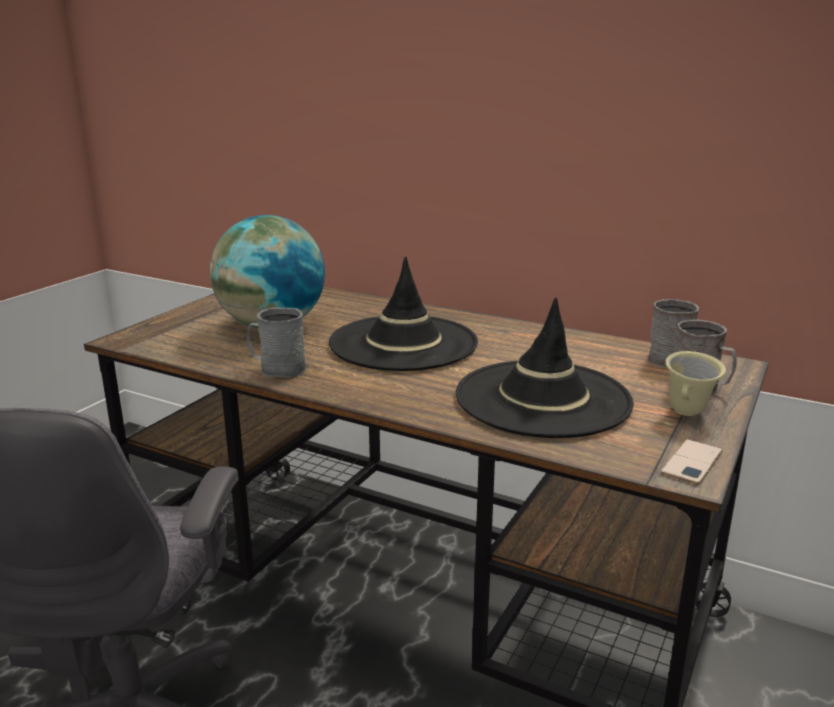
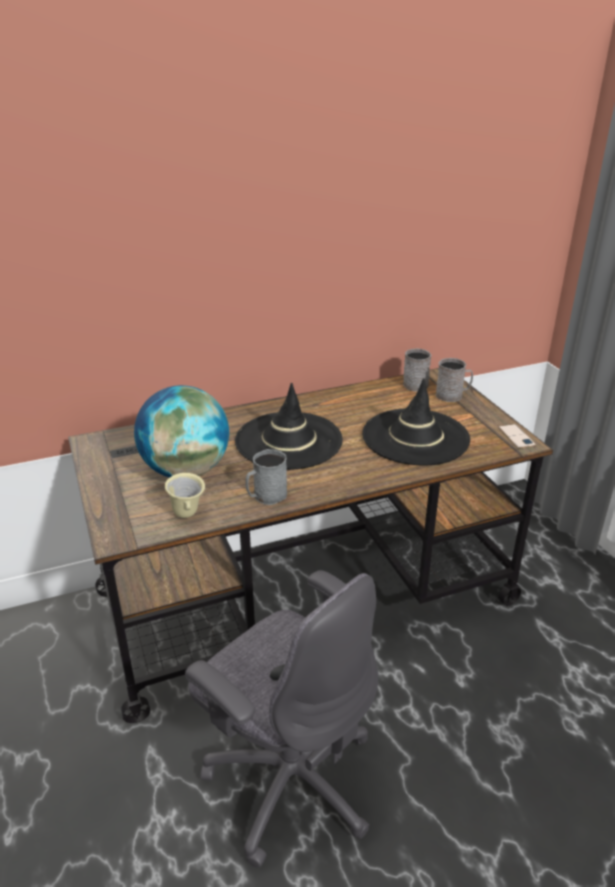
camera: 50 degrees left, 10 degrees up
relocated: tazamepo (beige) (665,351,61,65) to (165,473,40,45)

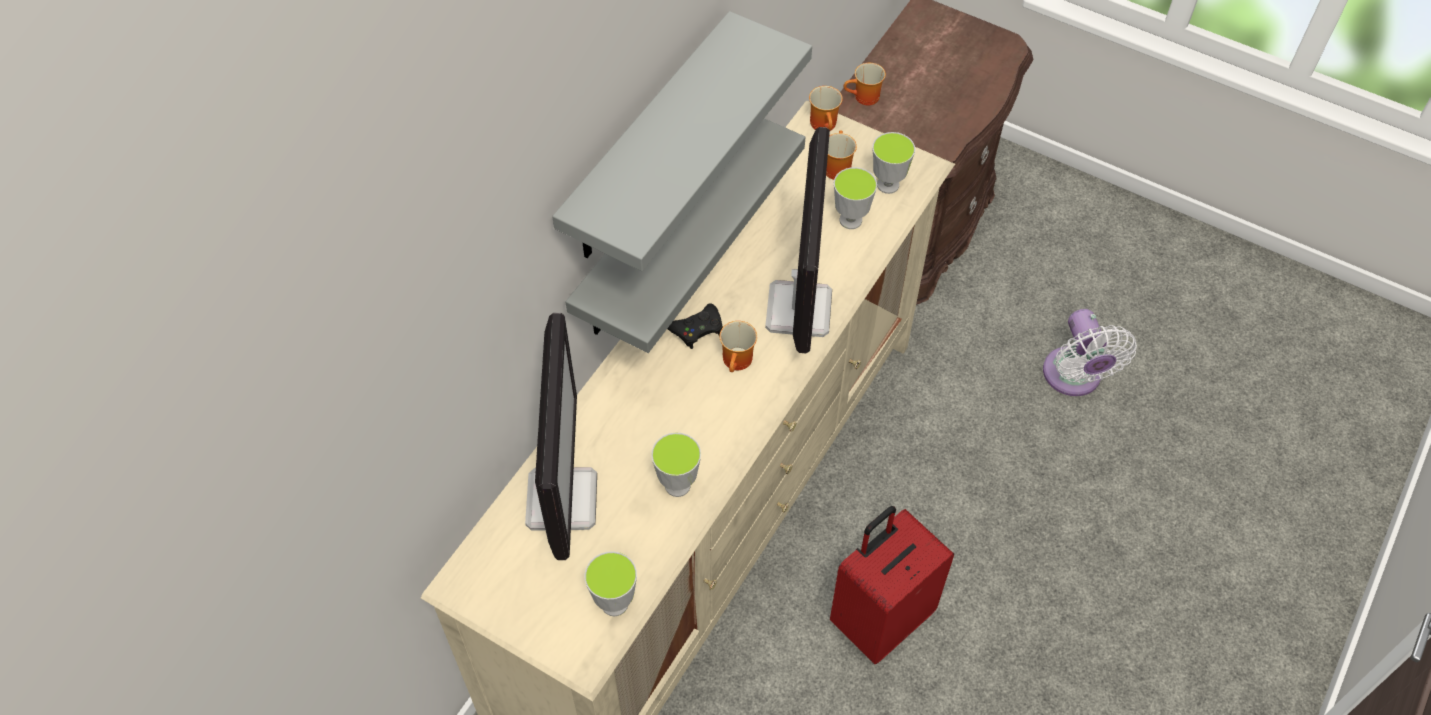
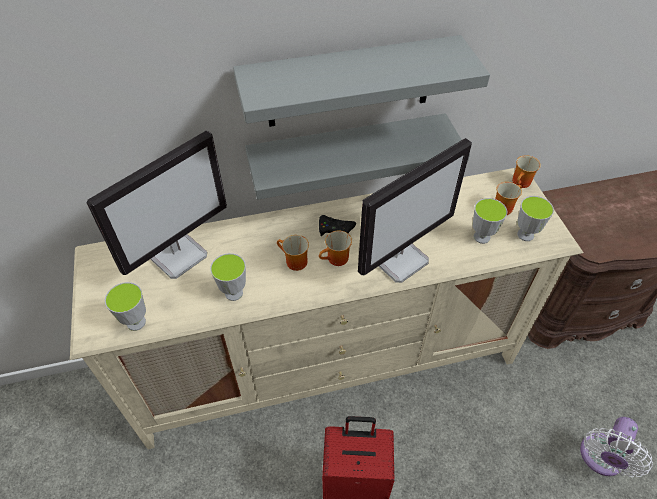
camera: 45 degrees right, 5 degrees down
relocated: tazamepo (844,63,42,43) to (277,235,32,36)

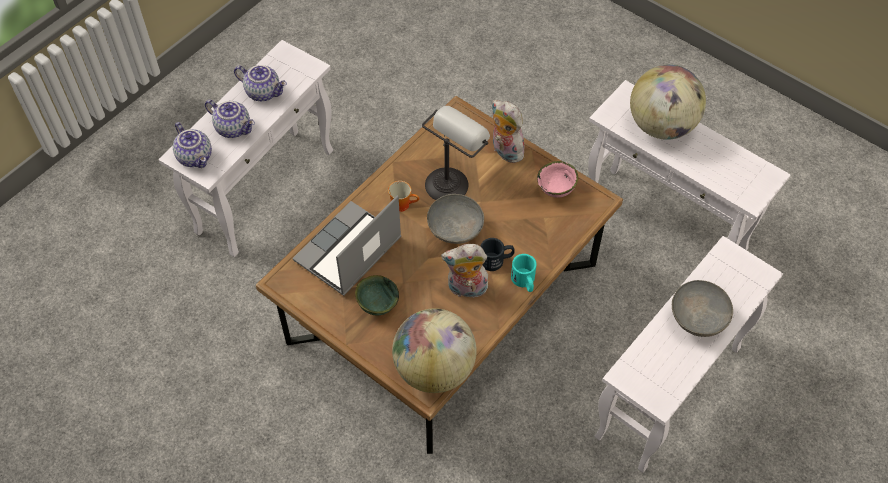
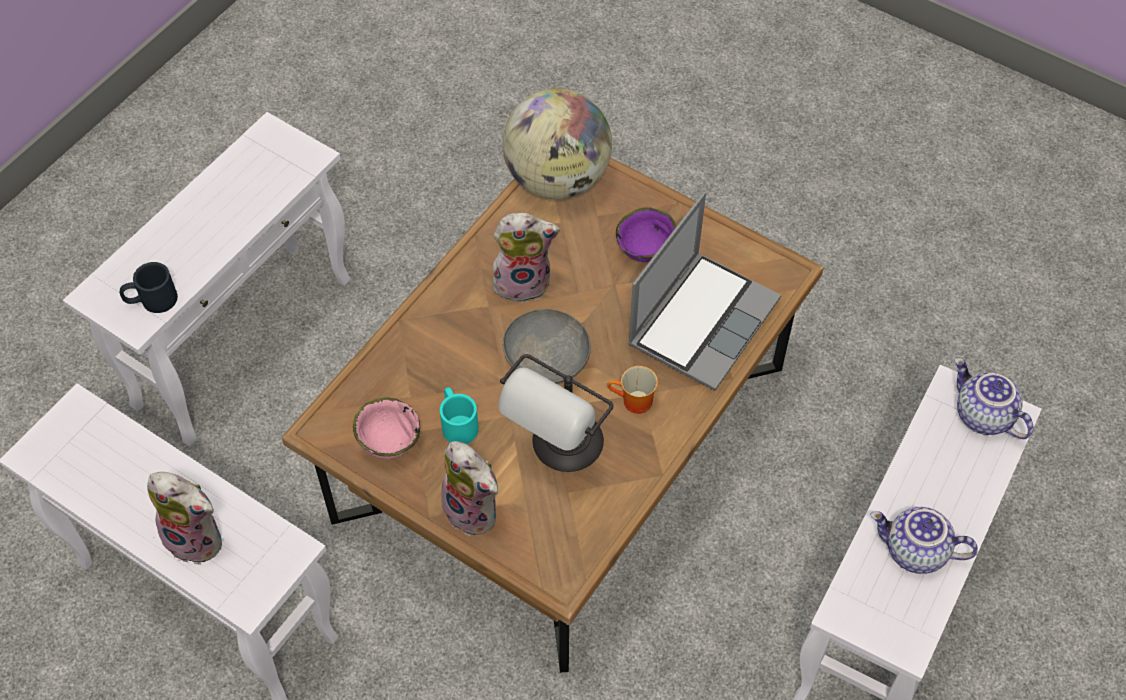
camera: 175 degrees right, 0 degrees up
missing: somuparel (205,100,50,38); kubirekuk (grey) (672,280,61,57)
relocated: tazamepo (black) (481,238,34,33) to (120,262,58,51); tazamepo (turquoise) (511,254,26,38) to (440,387,39,57)
exchanged: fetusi (630,65,76,75) to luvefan (147,472,75,93)
colour: kubirekuk (green) (355,275,44,41) to kubirekuk (purple) (616,207,61,55)

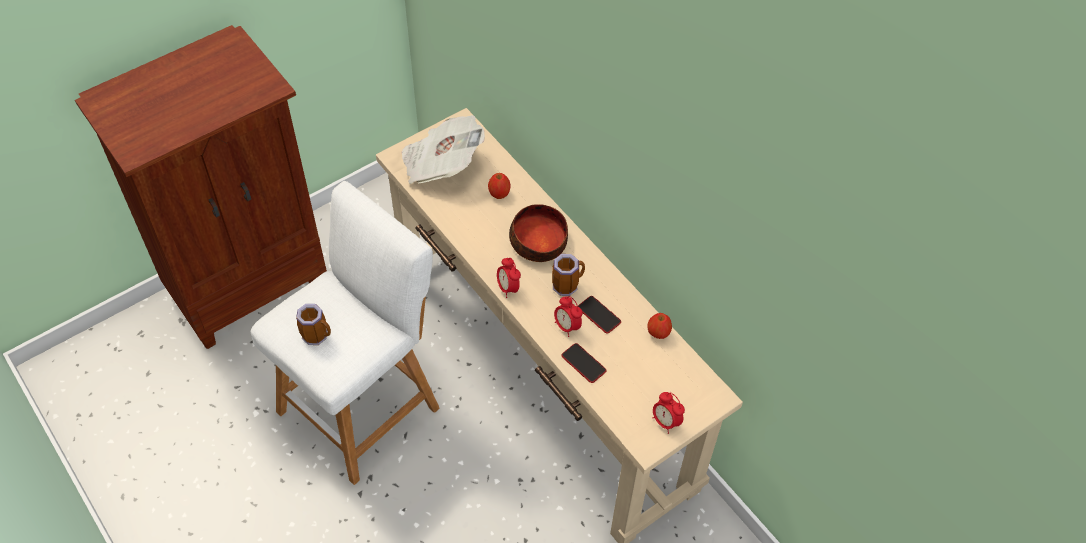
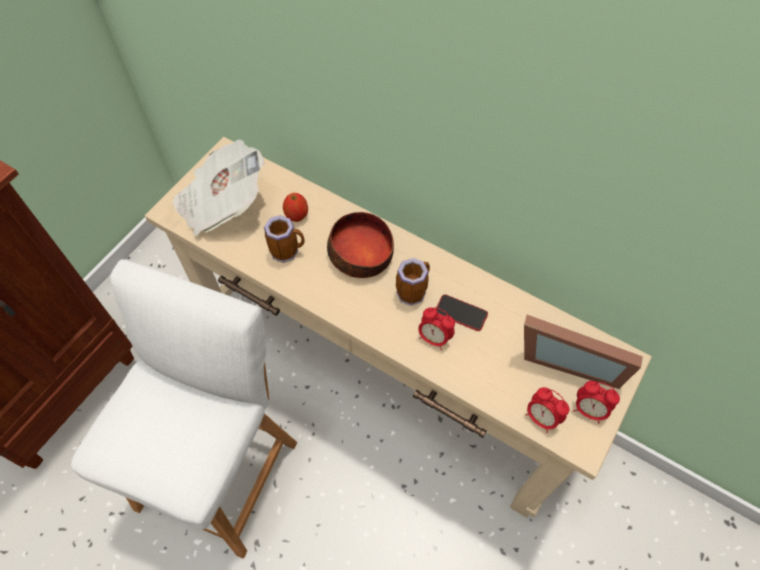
camera: 20 degrees left, 5 degrees up
missing: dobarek (561,343,45,40); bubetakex (647,313,25,26)
appeared: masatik (524,315,119,74)
relocated: tazamepo (296,304,35,41) to (264,215,40,48); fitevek (497,258,24,40) to (526,387,43,46)

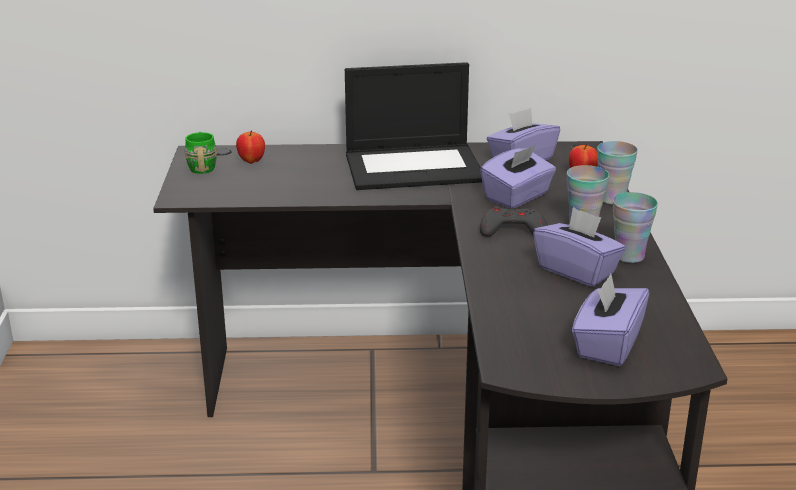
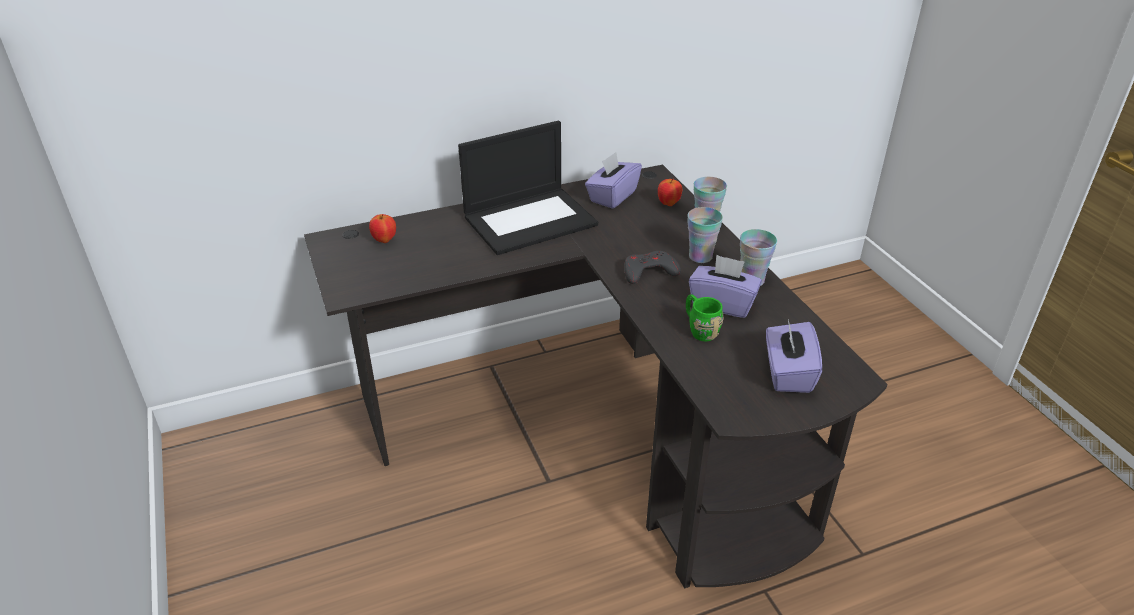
camera: 20 degrees left, 10 degrees up
missing: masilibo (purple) (480,145,76,64)
relocated: tazamepo (green) (185,132,32,42) to (686,294,37,47)

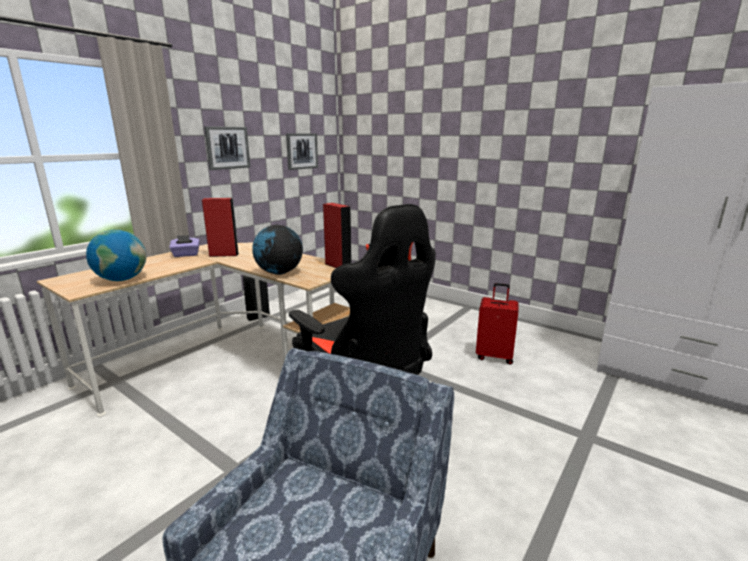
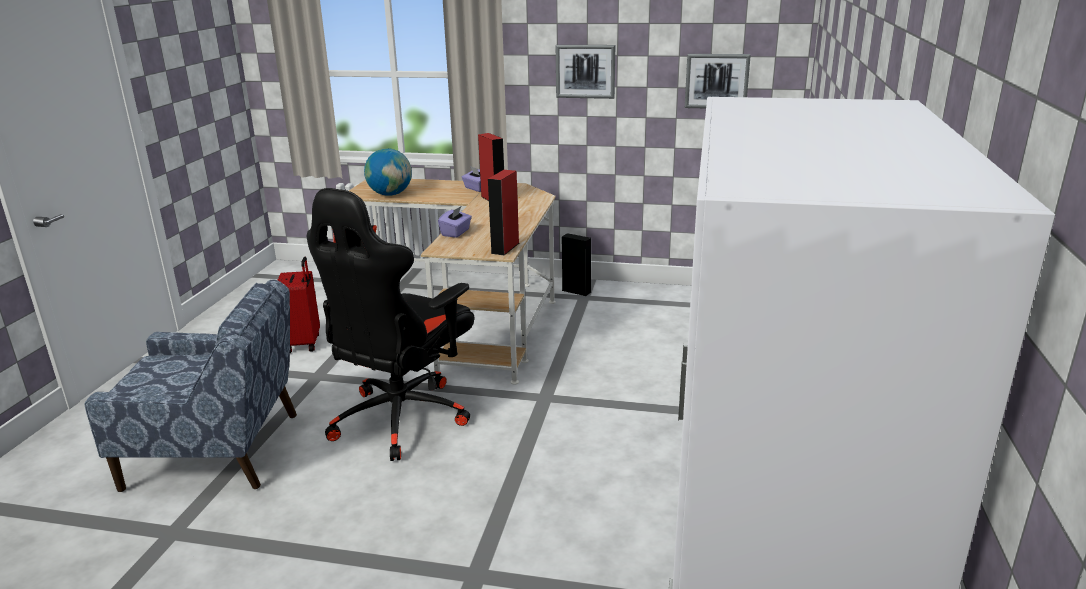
camera: 65 degrees right, 5 degrees up
relocated: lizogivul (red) (476,283,43,82) to (278,257,42,96)
exchanged: fetusi (252,225,51,50) to masilibo (purple) (438,206,34,32)

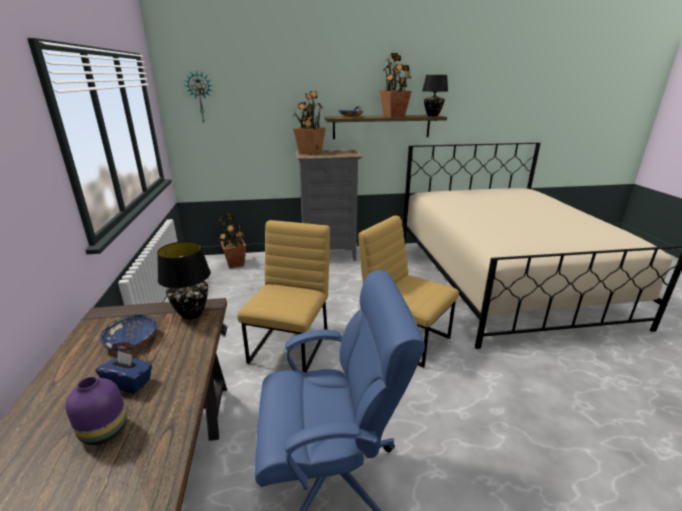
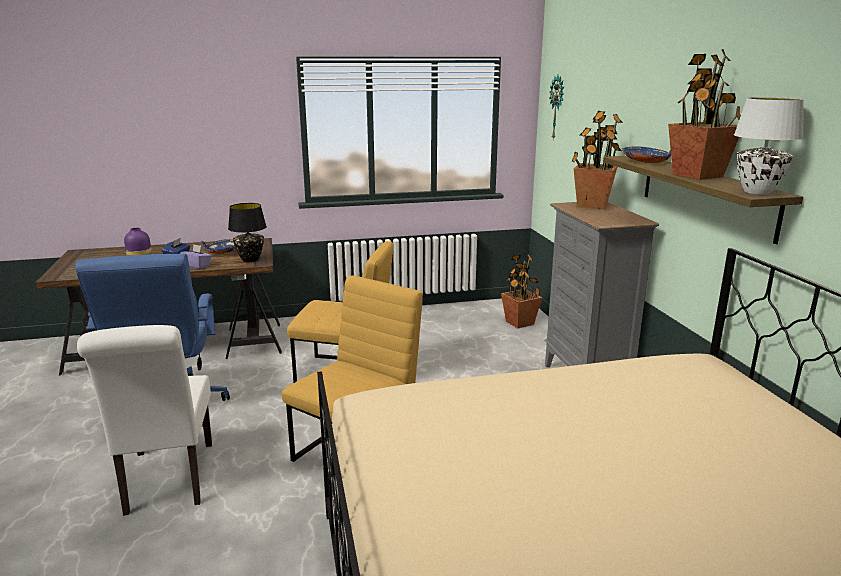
camera: 85 degrees right, 5 degrees down
appeared: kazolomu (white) (77,325,135,191); masilibo (purple) (180,245,32,24)
colour: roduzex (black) (422,75,26,41) to roduzex (white) (734,97,70,98)

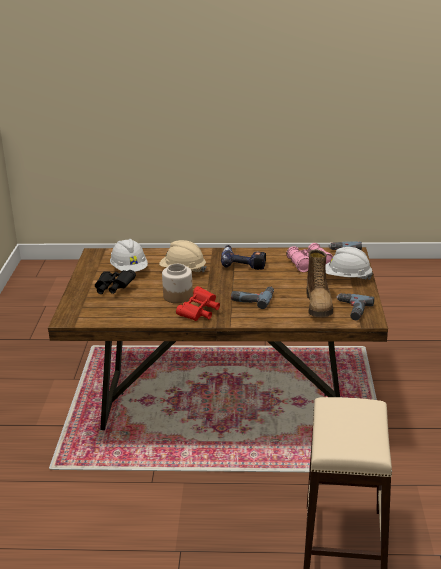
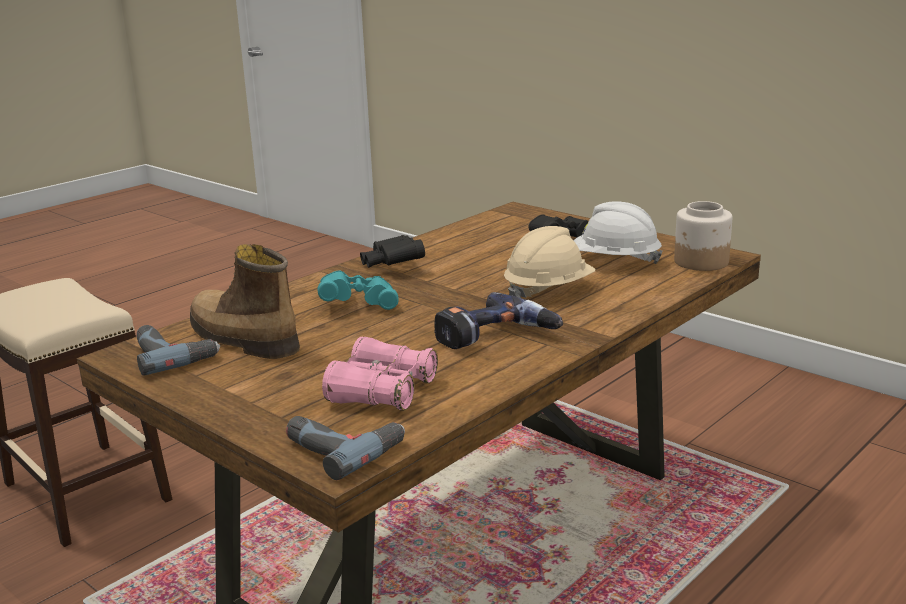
camera: 130 degrees right, 5 degrees down
missing: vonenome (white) (326,247,46,33)
relocated: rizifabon (162,264,31,39) to (674,201,58,70)
exchanged: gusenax (231,286,43,23) to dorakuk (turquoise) (318,270,81,40)
colour: dorakuk (red) (176,286,44,35) to dorakuk (black) (360,235,65,33)

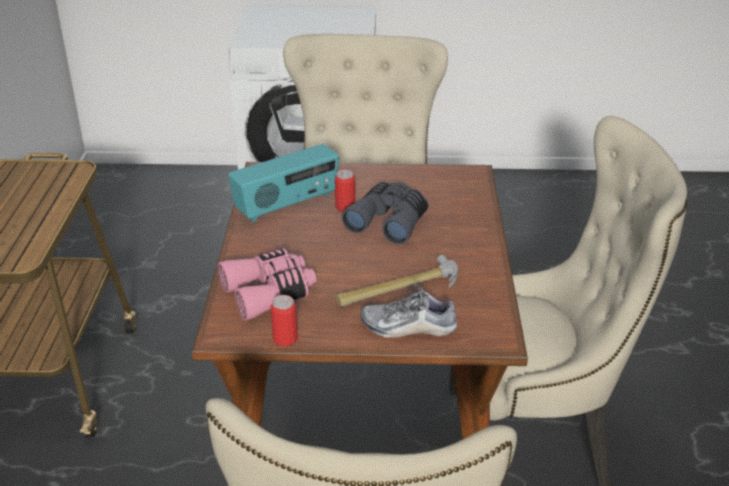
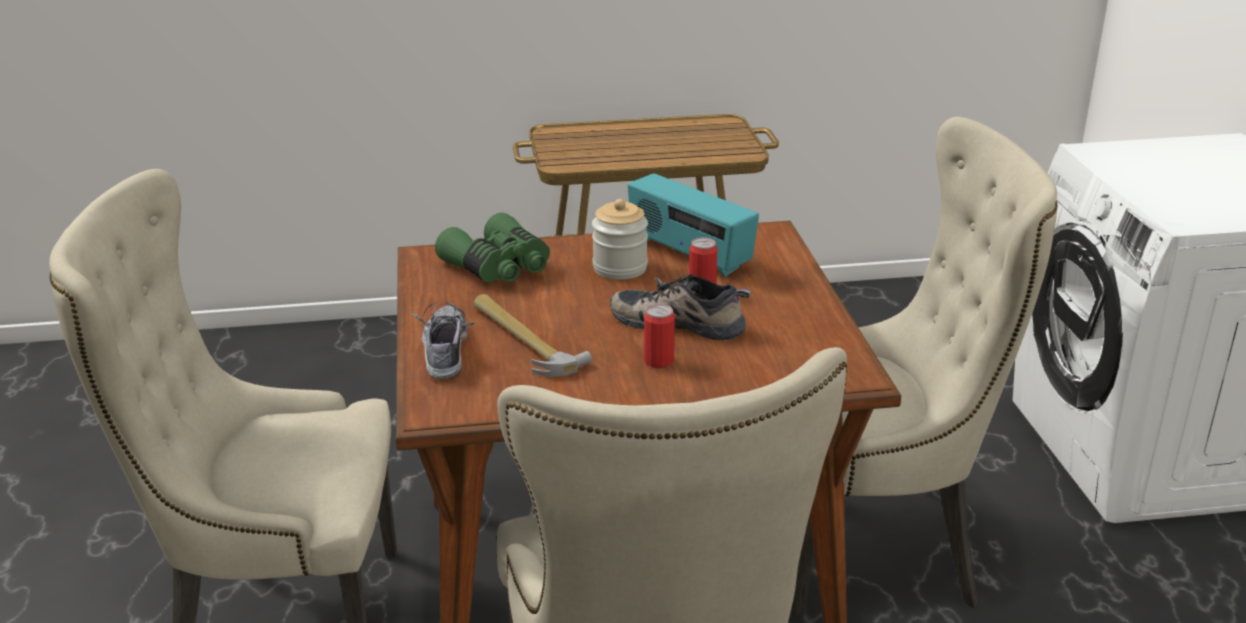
camera: 80 degrees right, 5 degrees down
appeared: rizifabon (592,199,56,81)
relocated: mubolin (271,295,27,51) to (644,304,31,64)
exchanged: dorakuk (grey) (341,182,88,63) to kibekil (610,274,142,67)
colour: dorakuk (pink) (217,248,99,72) to dorakuk (green) (435,212,115,70)

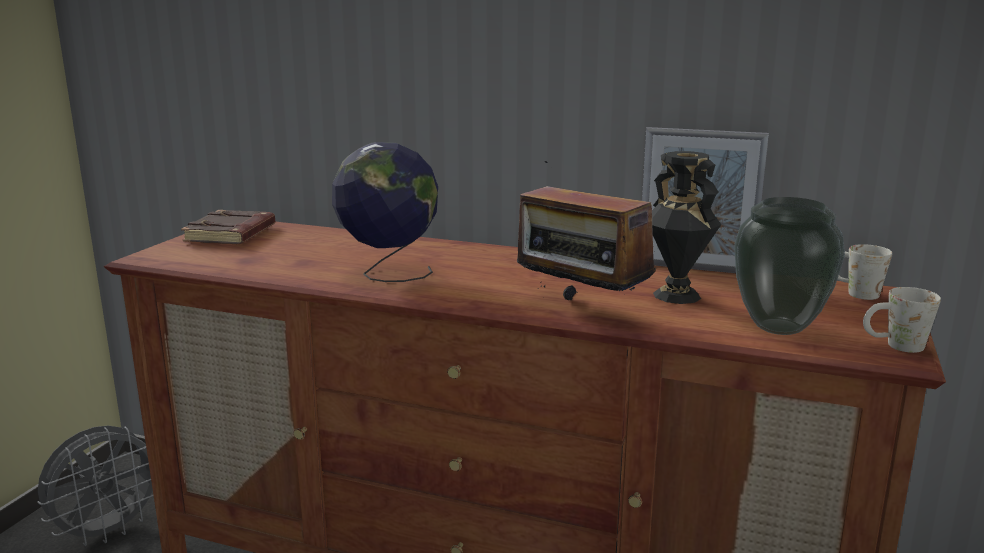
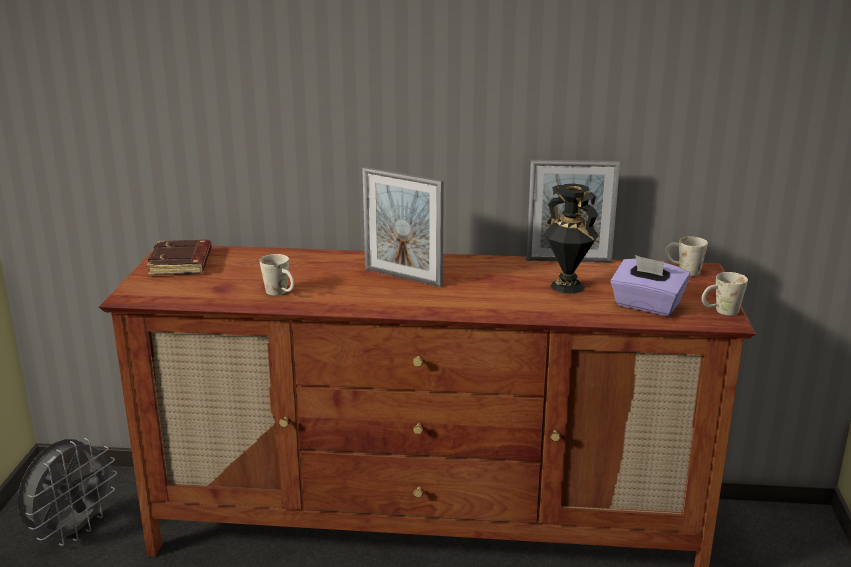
camera: 15 degrees left, 5 degrees up
missing: fetusi (332,142,106,140); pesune (517,161,139,139)
appeared: tazamepo (white) (259,254,35,42); masatik (362,167,82,120)
exchanged: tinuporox (734,197,111,138) to masilibo (purple) (610,255,80,61)

